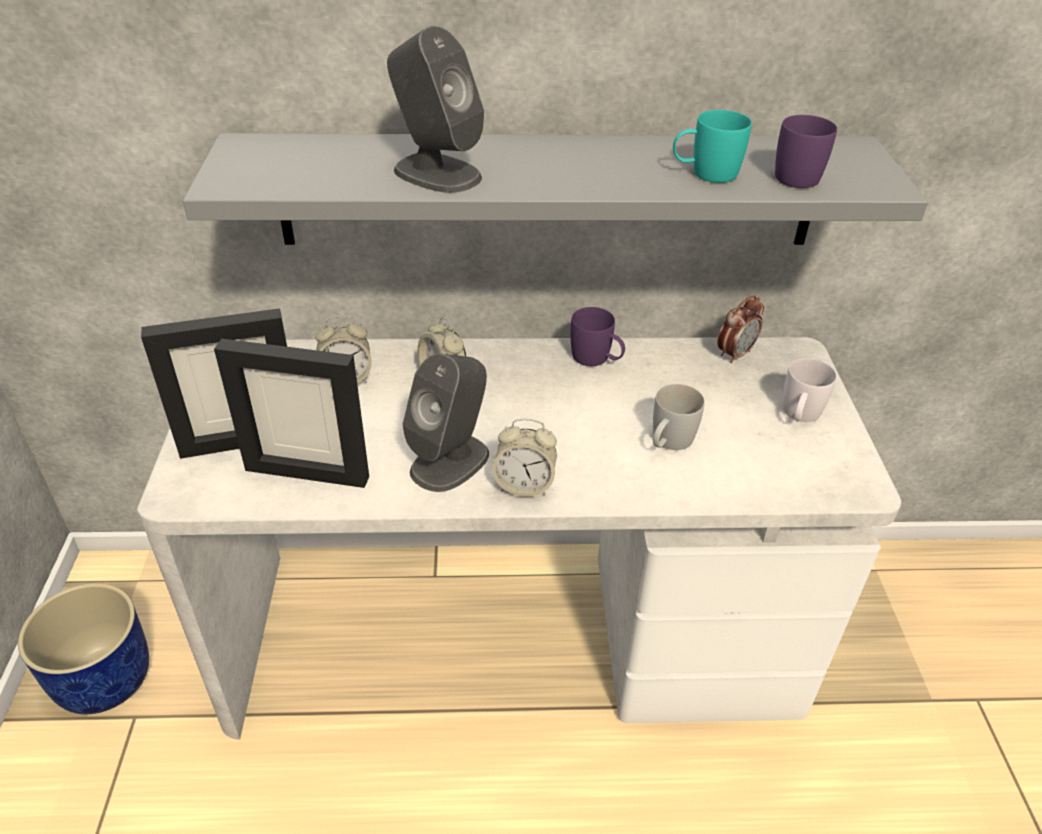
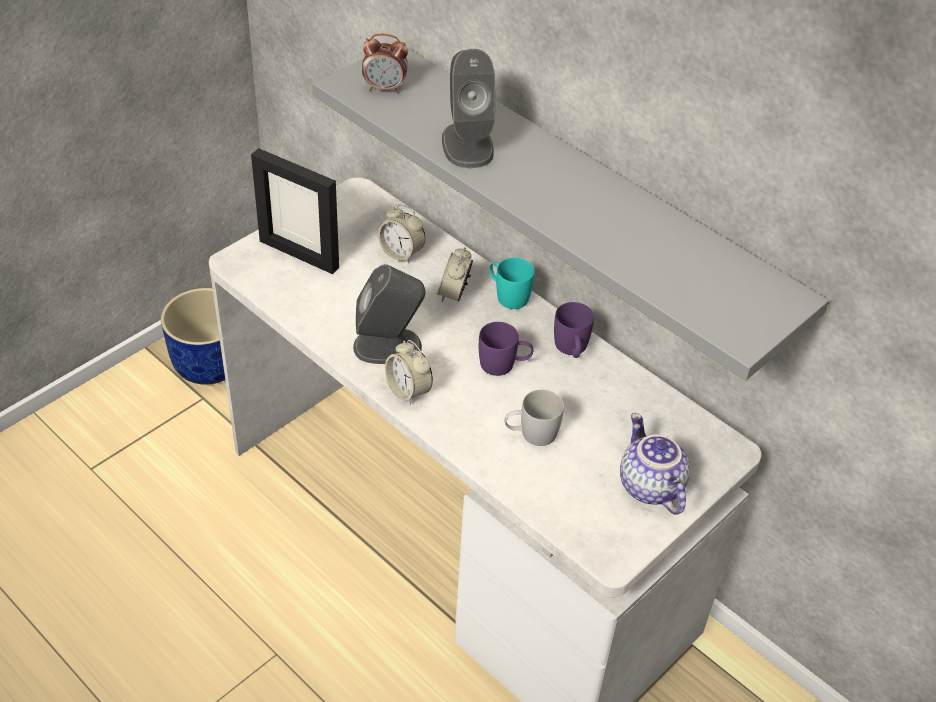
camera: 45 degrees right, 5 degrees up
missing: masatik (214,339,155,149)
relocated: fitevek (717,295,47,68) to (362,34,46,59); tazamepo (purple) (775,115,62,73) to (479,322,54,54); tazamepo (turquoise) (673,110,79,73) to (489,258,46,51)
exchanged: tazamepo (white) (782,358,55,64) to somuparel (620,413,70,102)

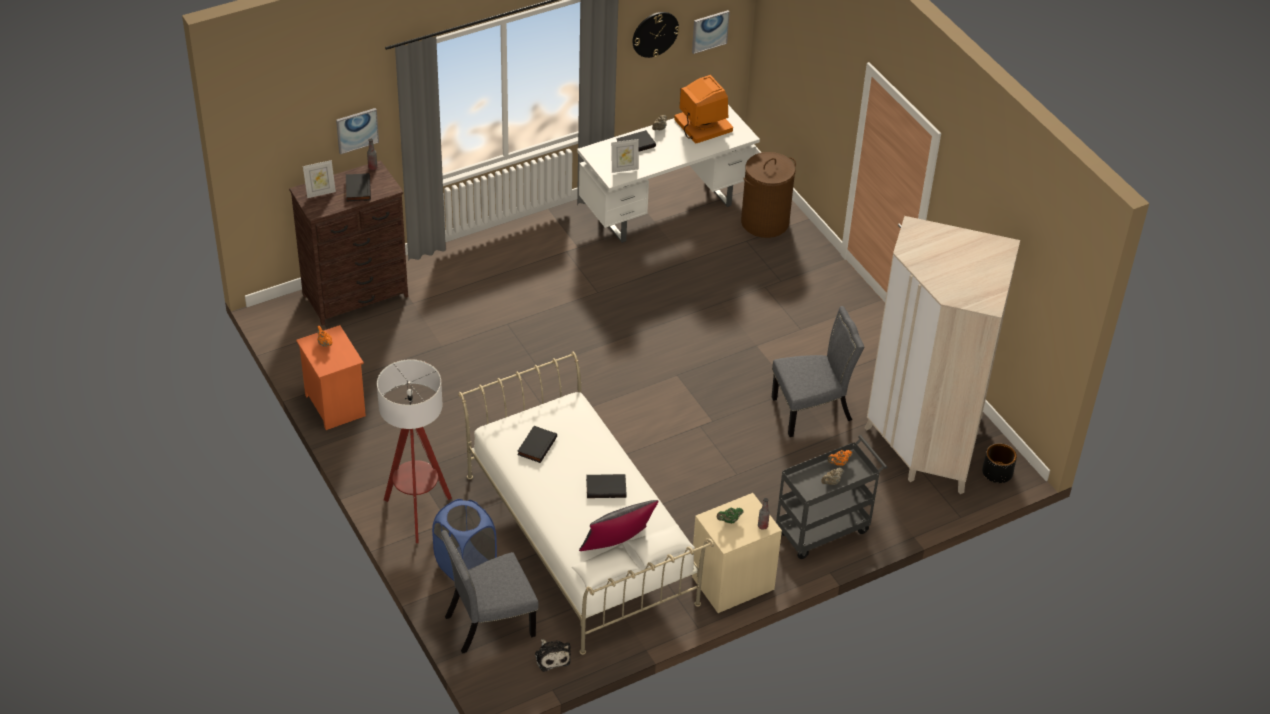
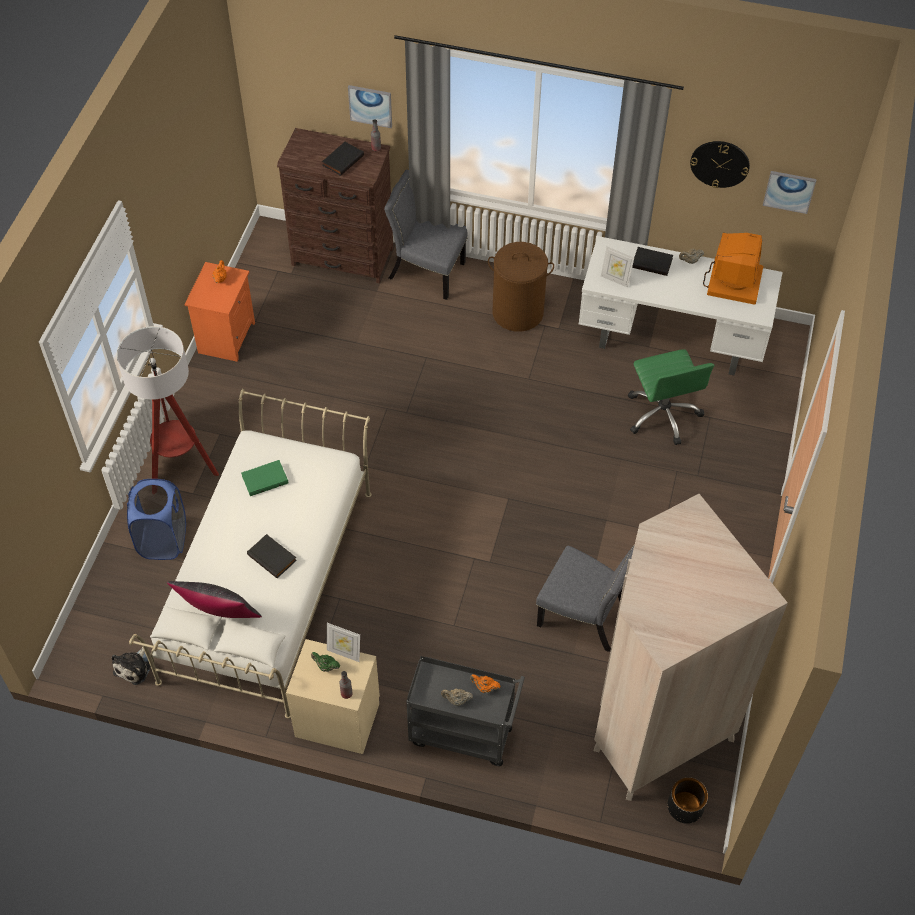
camera: 45 degrees right, 10 degrees up
appeared: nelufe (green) (628,349,87,96)
relocated: masatik (303,160,33,38) to (327,623,33,39); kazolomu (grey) (441,530,98,123) to (384,170,84,130); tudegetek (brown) (741,152,55,86) to (488,242,66,90)
colour: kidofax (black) (517,426,40,37) to kidofax (green) (241,460,48,36)

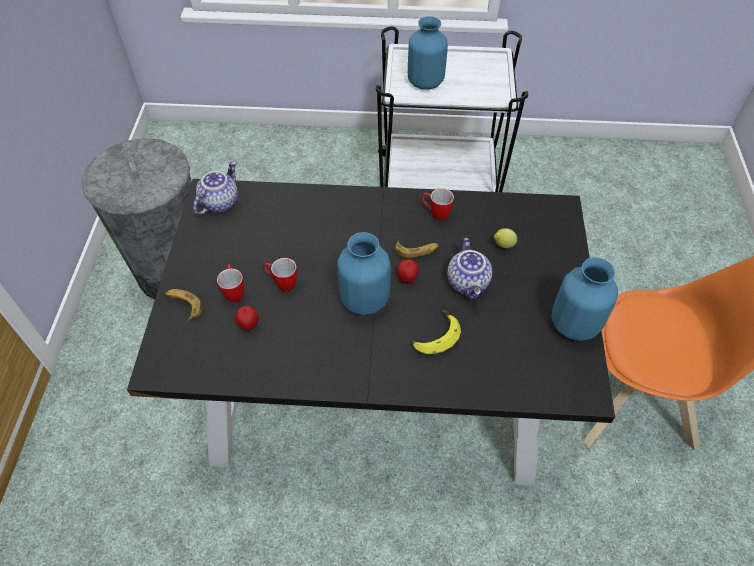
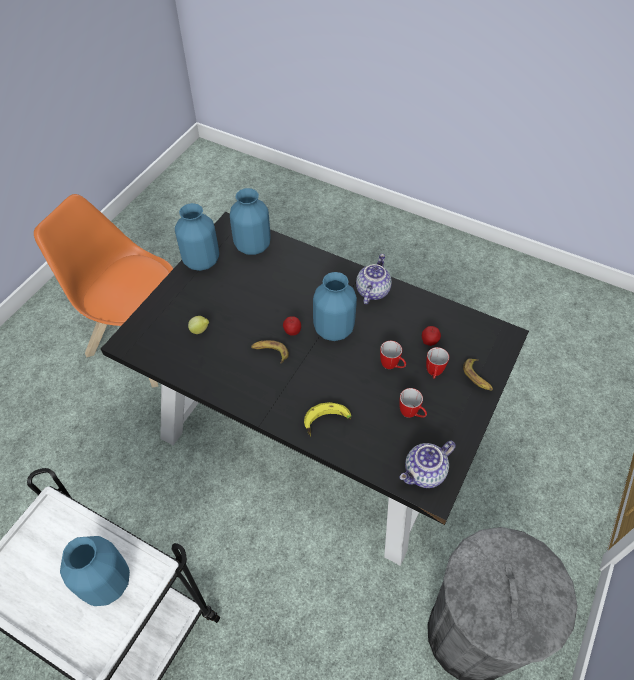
camera: 155 degrees left, 0 degrees up
appeared: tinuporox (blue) (230,188,41,67)
relocated: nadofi (412,310,49,44) to (304,402,47,34); somuparel (447,238,45,61) to (356,254,36,50); tazamepo (421,188,33,32) to (399,388,28,30)

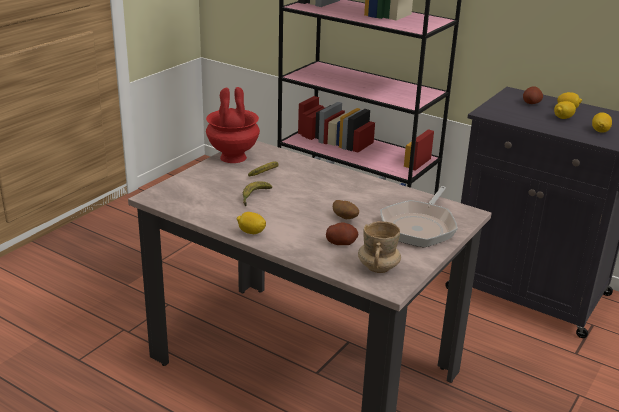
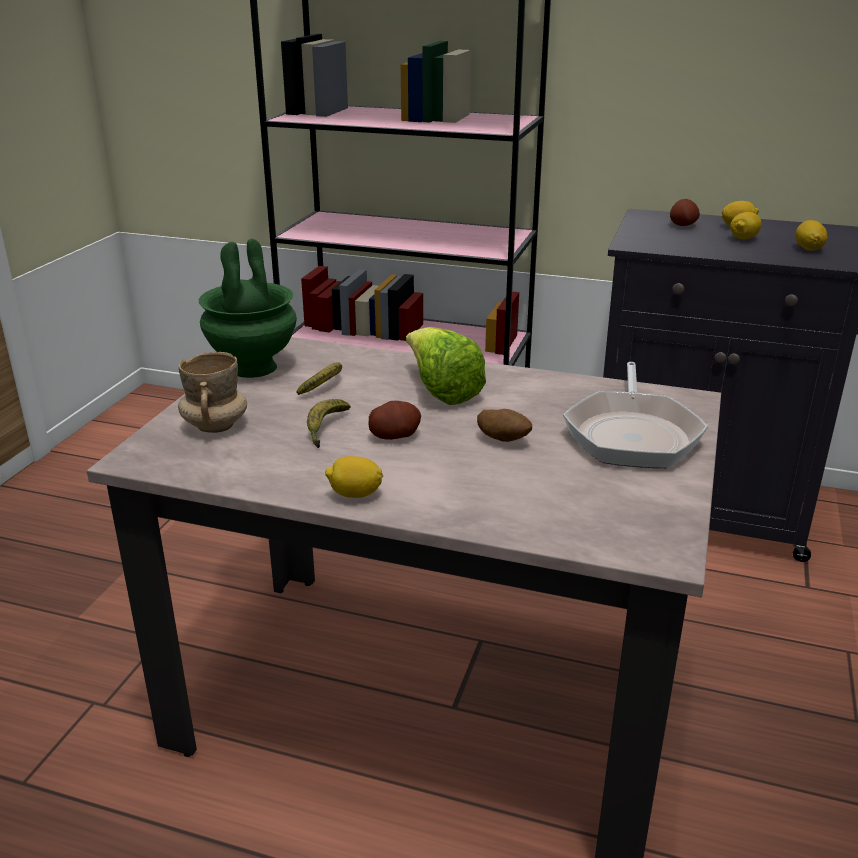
camera: 15 degrees left, 0 degrees up
appeared: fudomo (406,327,80,78)
relocated: tazamepo (beige) (358,221,43,52) to (178,352,69,81); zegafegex (326,222,33,23) to (369,401,52,39)
colour: tinuporox (red) (206,87,54,76) to tinuporox (green) (199,239,98,139)

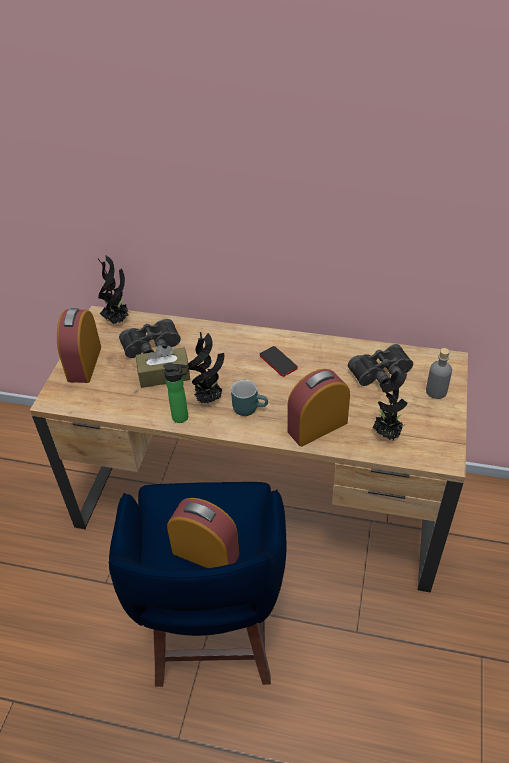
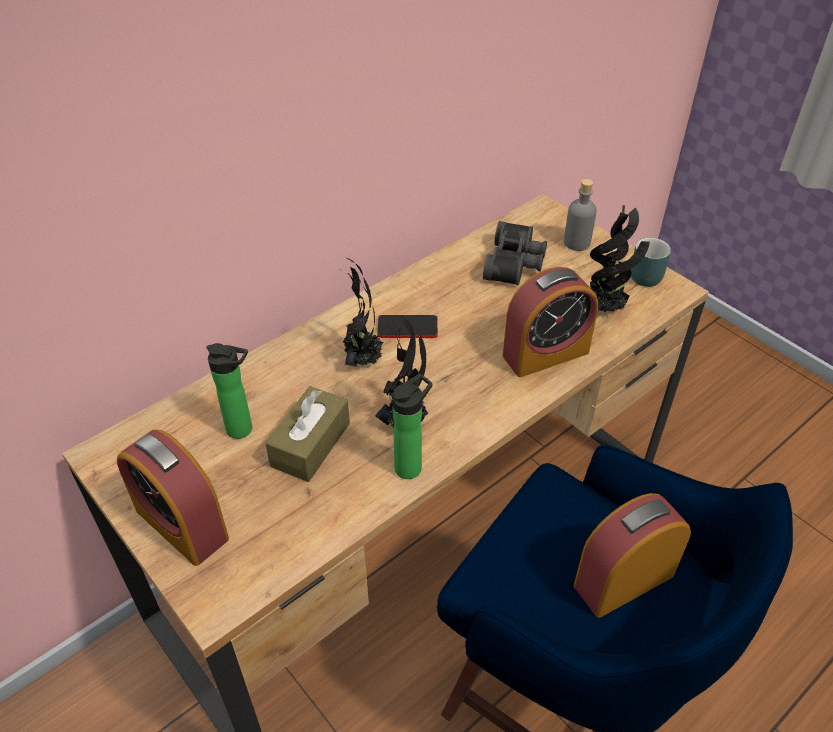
camera: 55 degrees left, 0 degrees up
relocated: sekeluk (98,256,31,68) to (339,258,44,109); tazamepo (turquoise) (231,380,37,36) to (631,238,40,49)
exchanged: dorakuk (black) (119,319,62,39) to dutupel (206,343,46,96)
spun: fitevek (287,369,63,78) = (502,267,96,110) 120 degrees counterclockwise

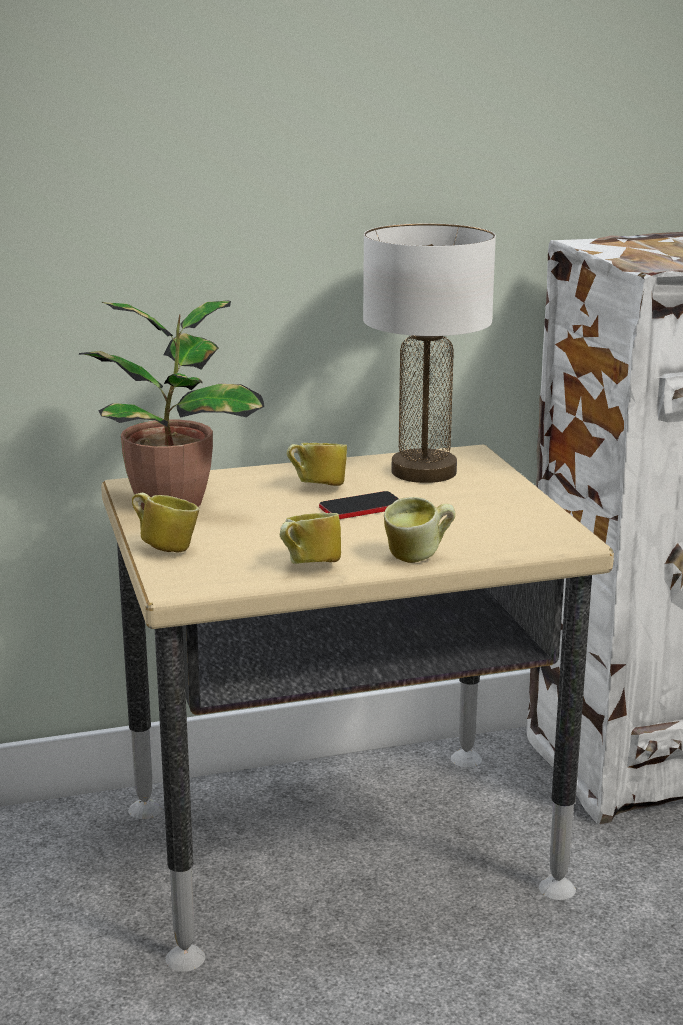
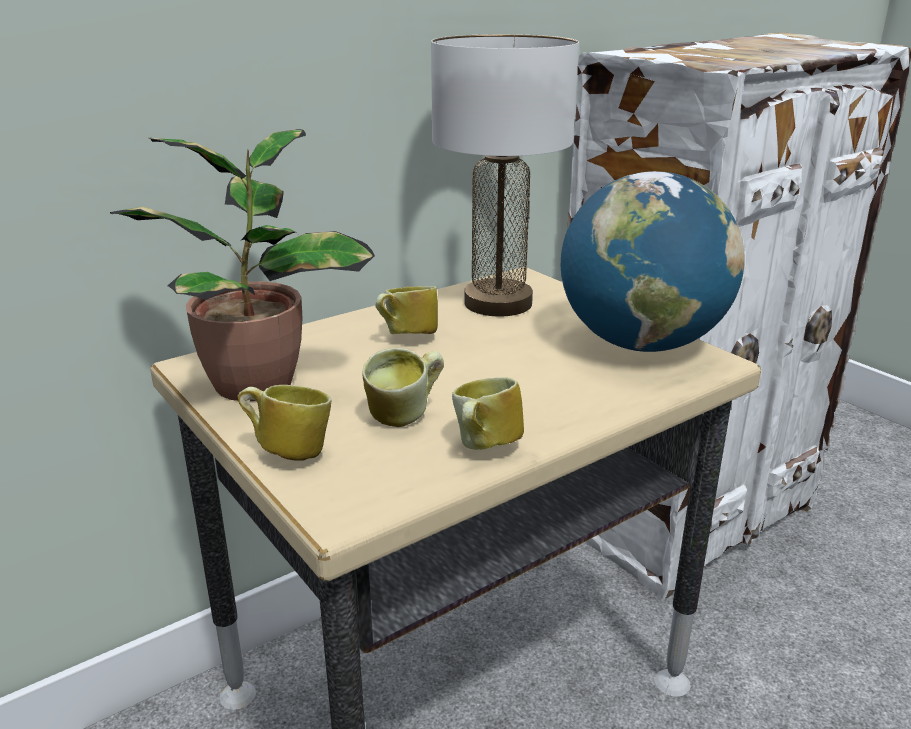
camera: 20 degrees left, 5 degrees up
missing: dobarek (319,491,80,28)
appeared: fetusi (561,171,184,181)
relocated: tazamepo (384,497,71,66) to (363,348,81,79)

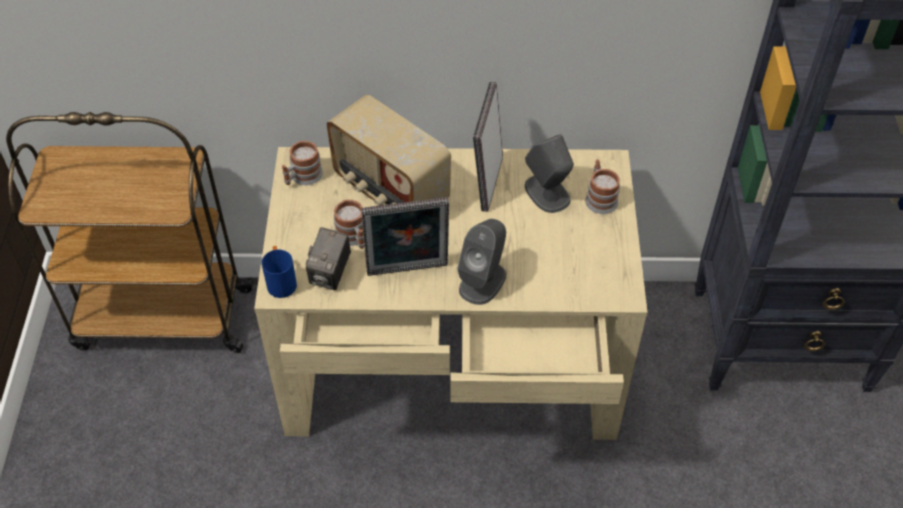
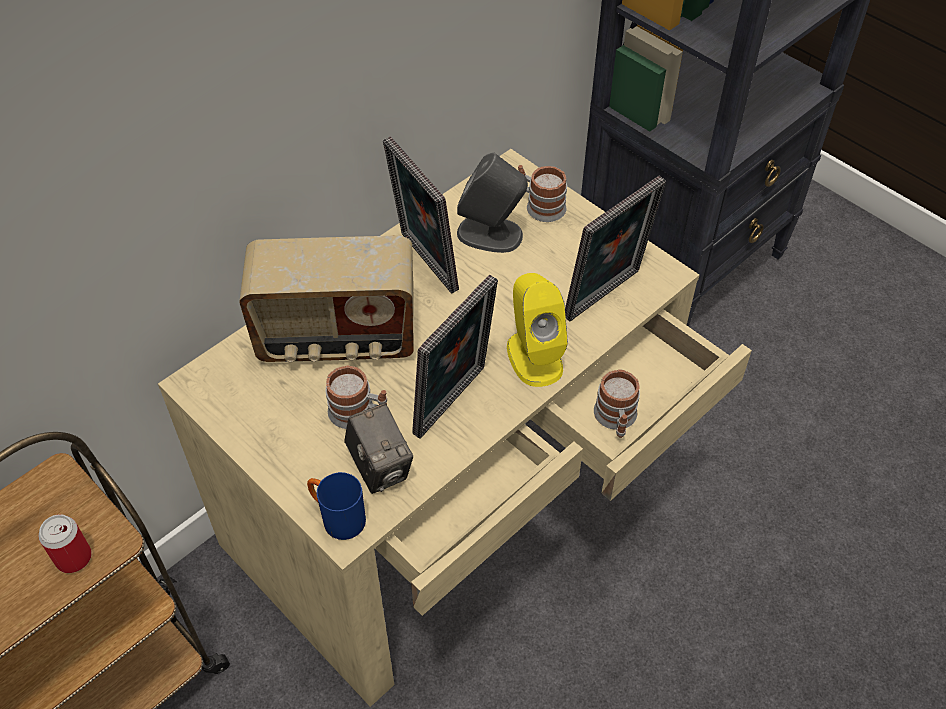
camera: 45 degrees left, 0 degrees up
appeared: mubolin (39,514,53,59); masatik (565,175,101,146)
relocated: tazamepo (282,141,41,44) to (594,369,46,69)
colour: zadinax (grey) (458,219,48,86) to zadinax (yellow) (507,273,61,114)

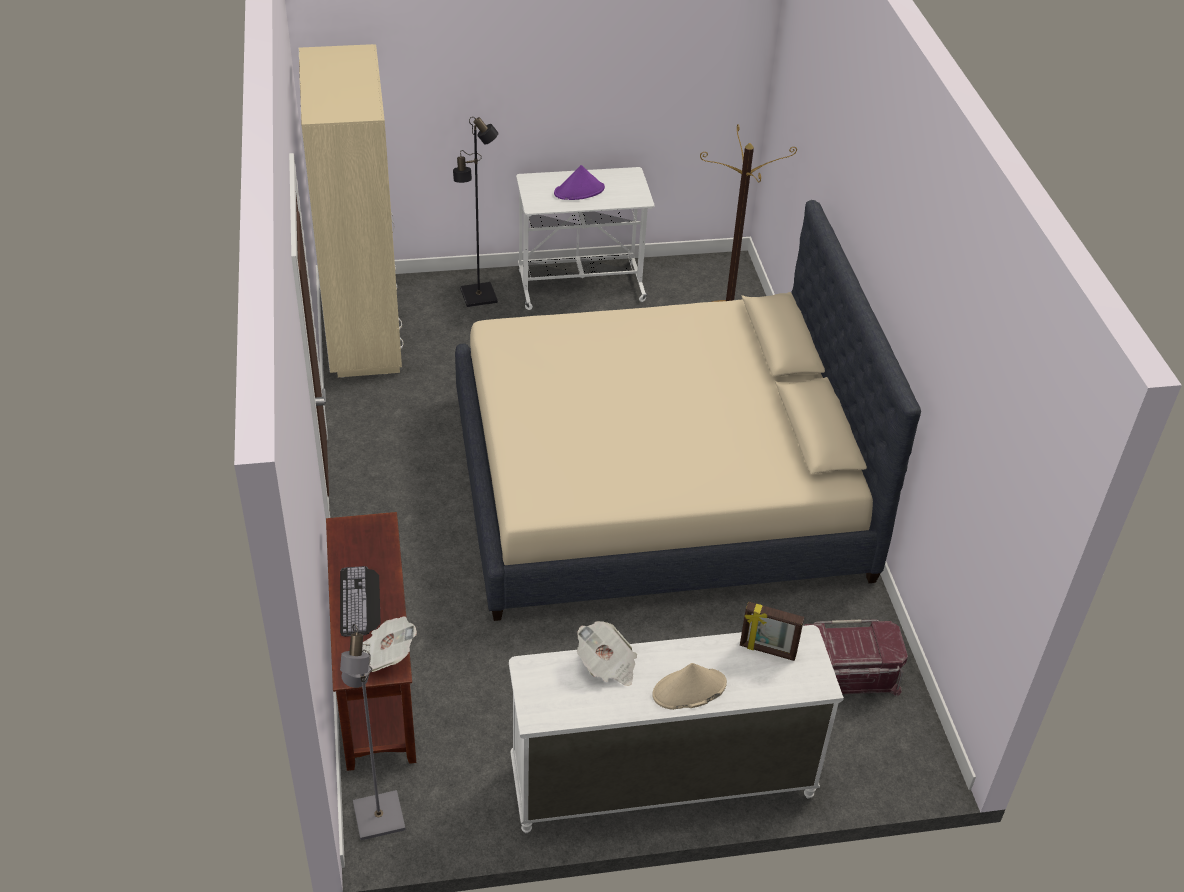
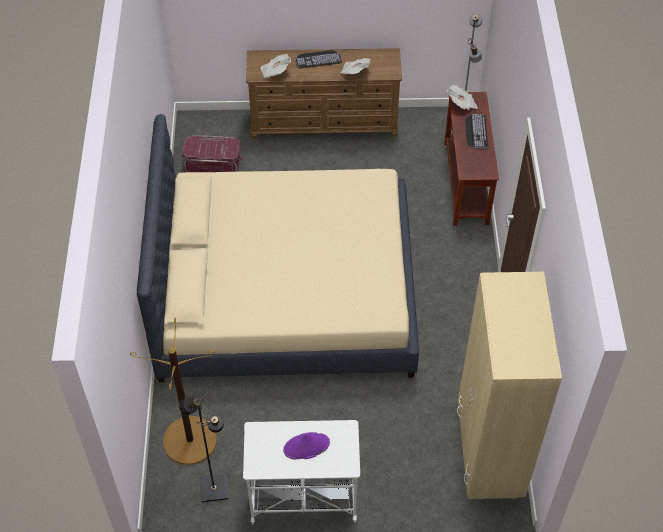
camera: 170 degrees left, 10 degrees up
relocated: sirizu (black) (453,117,46,190) to (179,397,50,106)
exchanged: masatik (740,602,64,59) to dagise (261,54,30,24); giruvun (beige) (652,663,75,47) to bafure (295,50,47,18)
colour: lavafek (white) (509,625,335,208) to lavafek (brown) (246,48,156,93)

